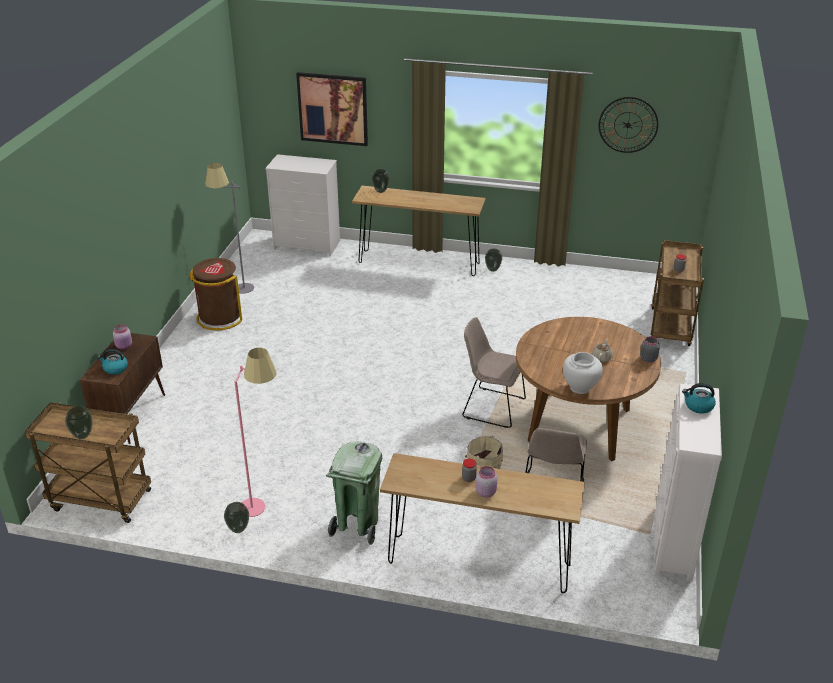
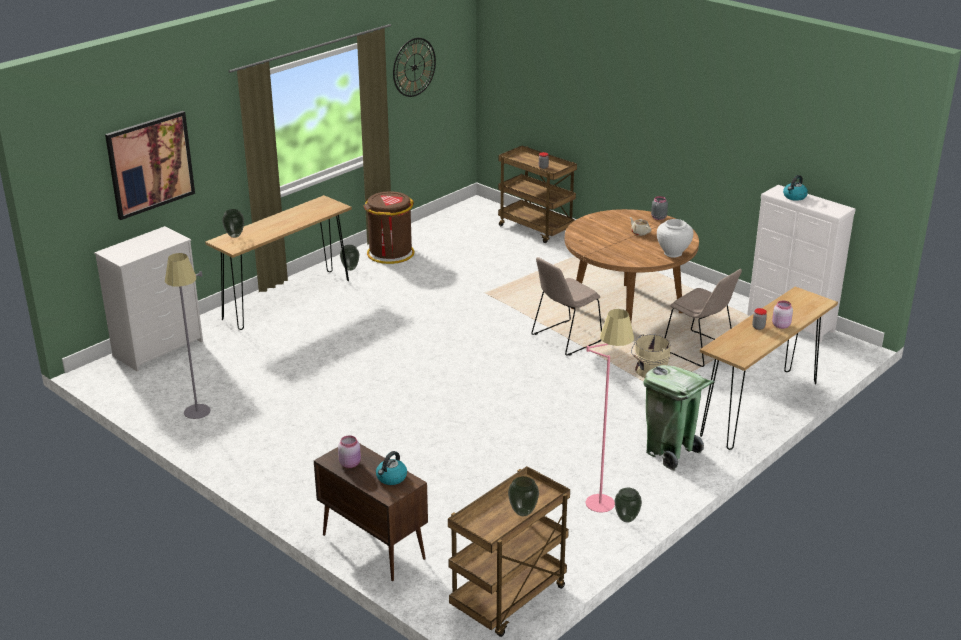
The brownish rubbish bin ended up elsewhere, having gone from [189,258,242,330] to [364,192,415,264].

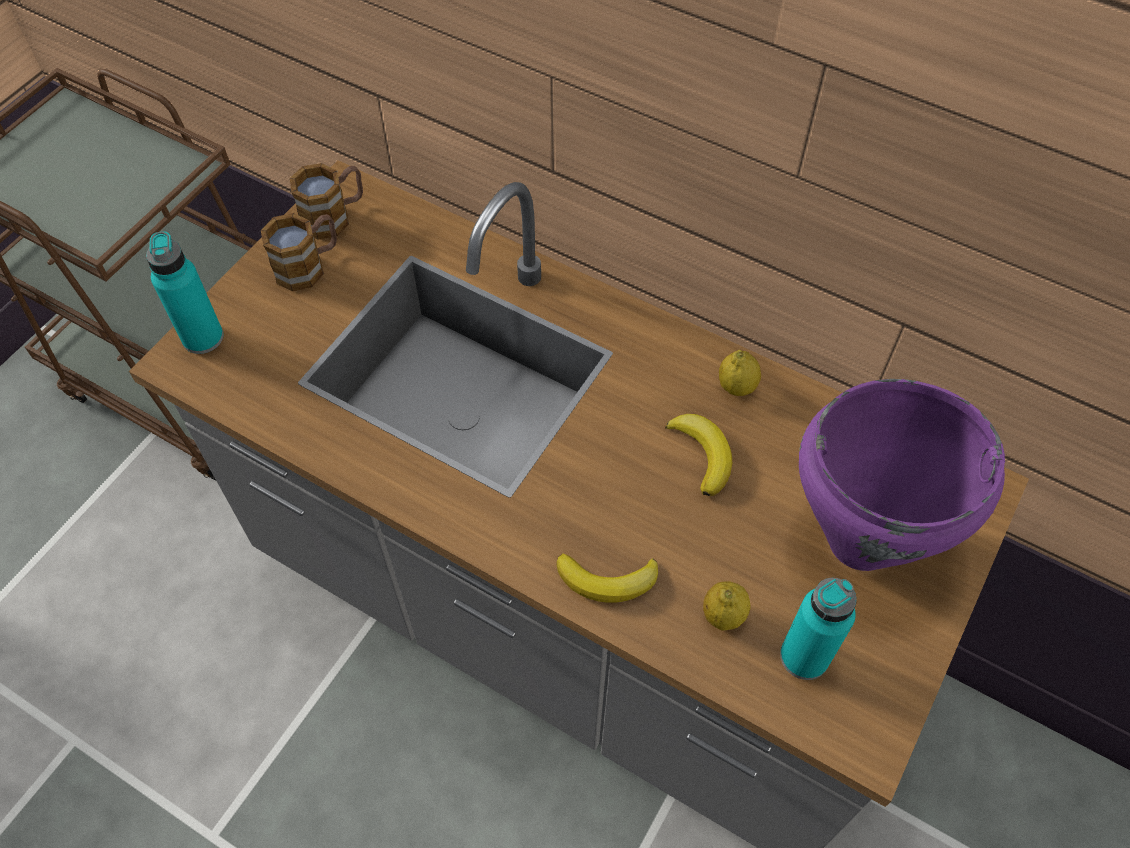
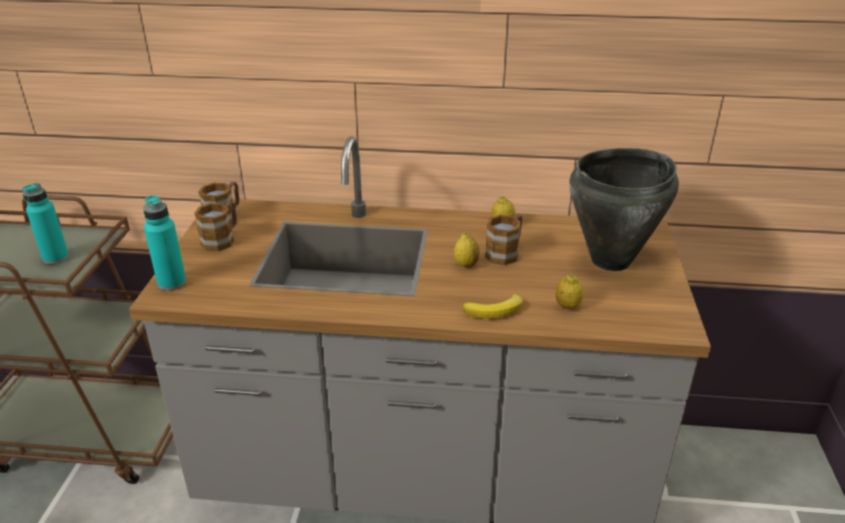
The turquoise-coloured drink bottle ended up elsewhere, having gone from [780,578,857,680] to [22,183,69,264]. The second view gained the whole lemon at [454,232,480,268]. Where the banana stood at [665,414,732,496], the tea mug came to stand at [485,215,522,265]. What was the purplish stockpot at [799,379,1005,571] turned into the black stockpot at [569,148,679,271].

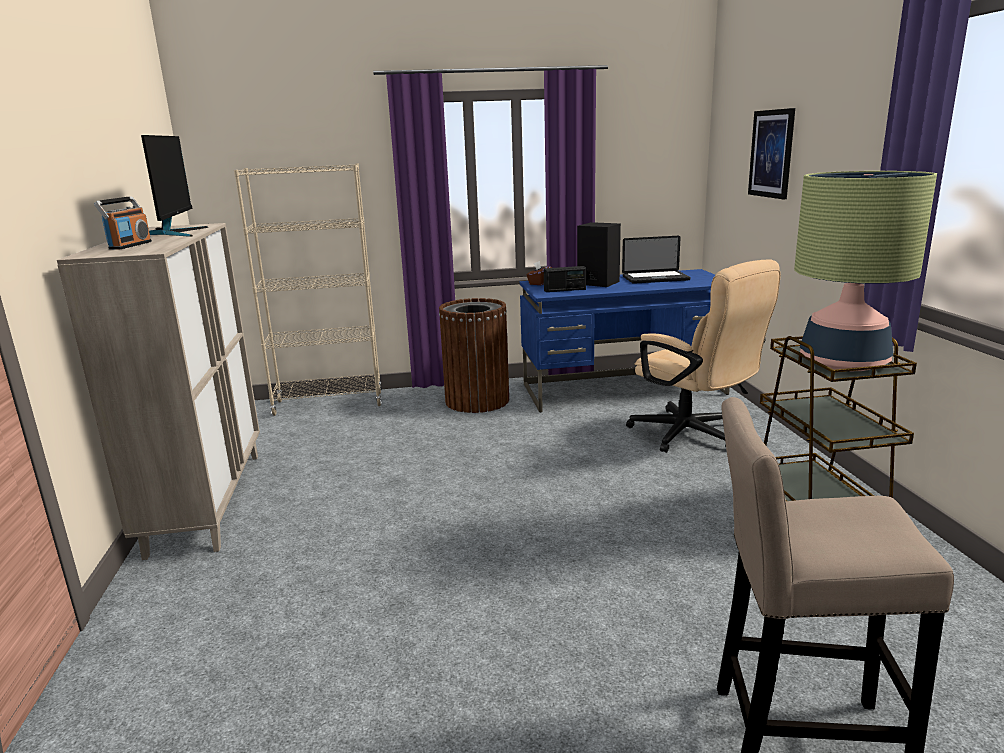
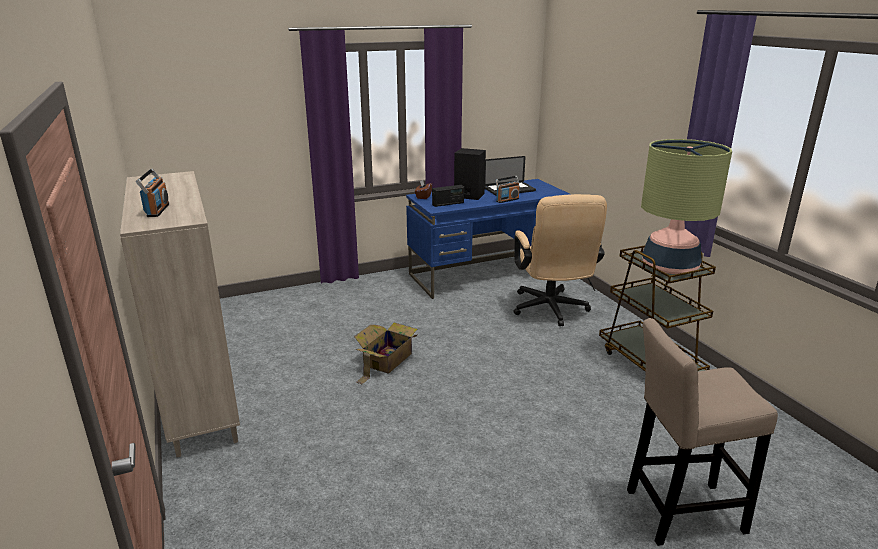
The second view gained the carton at [354,322,417,384]. The second view gained the radio set at [495,176,520,203]. The beige computer chair at [626,259,781,453] ended up facing another way, 45 degrees clockwise from before. The second view lost the computer display at [141,135,209,237]. The second view lost the beige bookcase at [234,163,382,416]. The second view lost the brownish rubbish bin at [439,298,509,413]. The second view lost the wall art at [748,108,795,199].

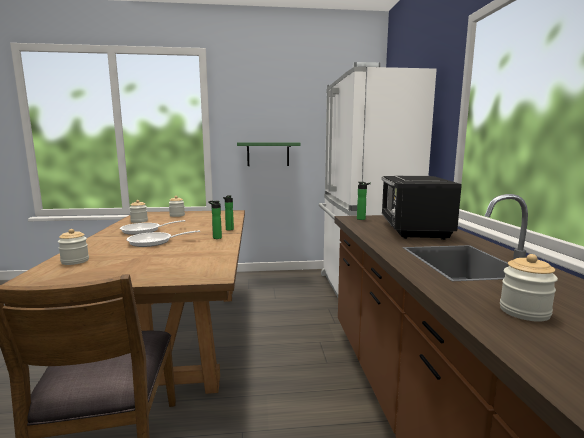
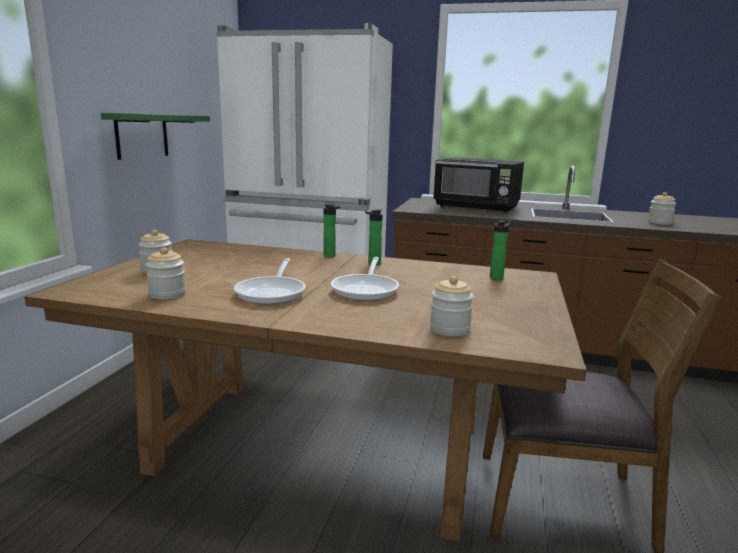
The drink bottle ended up elsewhere, having gone from [357,182,371,220] to [490,220,510,280].

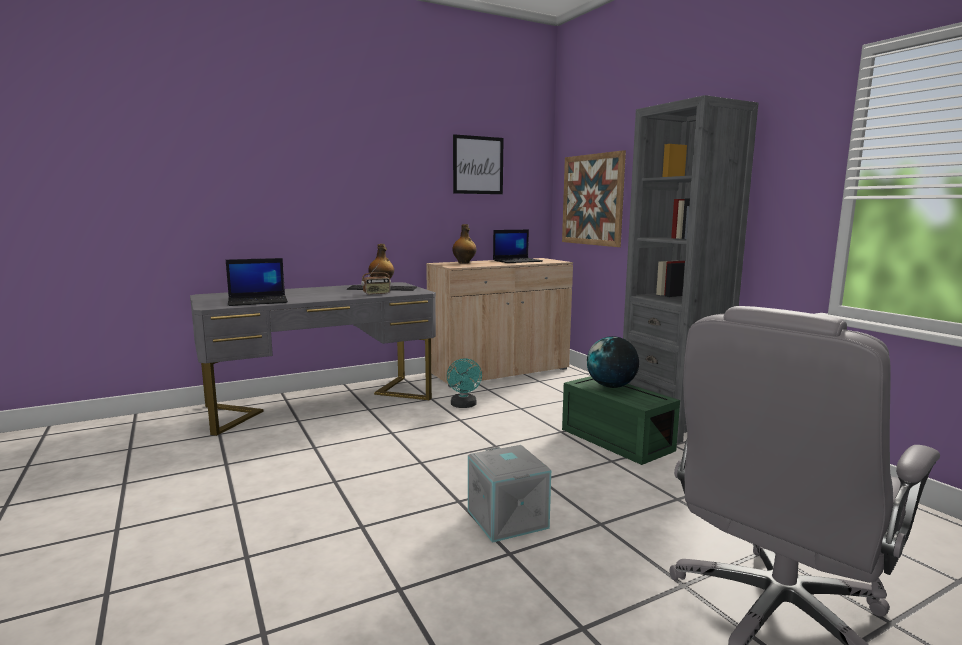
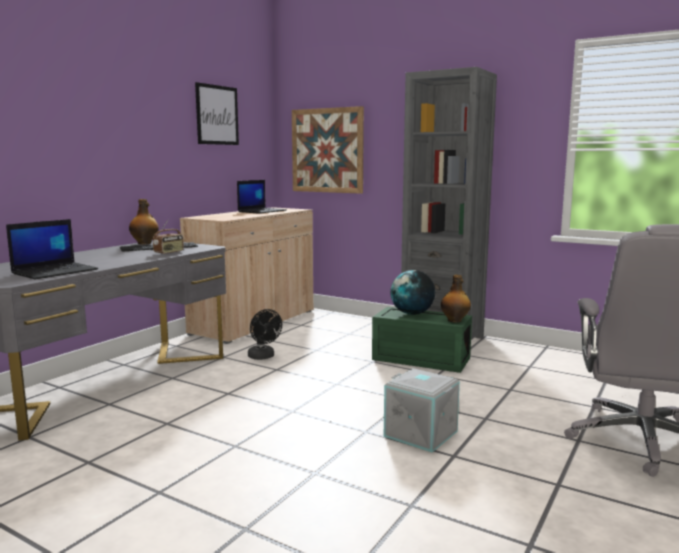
What was the turquoise-coloured electric fan at [447,358,482,408] turned into the black electric fan at [248,309,282,360]. The drink bottle ended up elsewhere, having gone from [452,224,476,264] to [441,275,471,323].

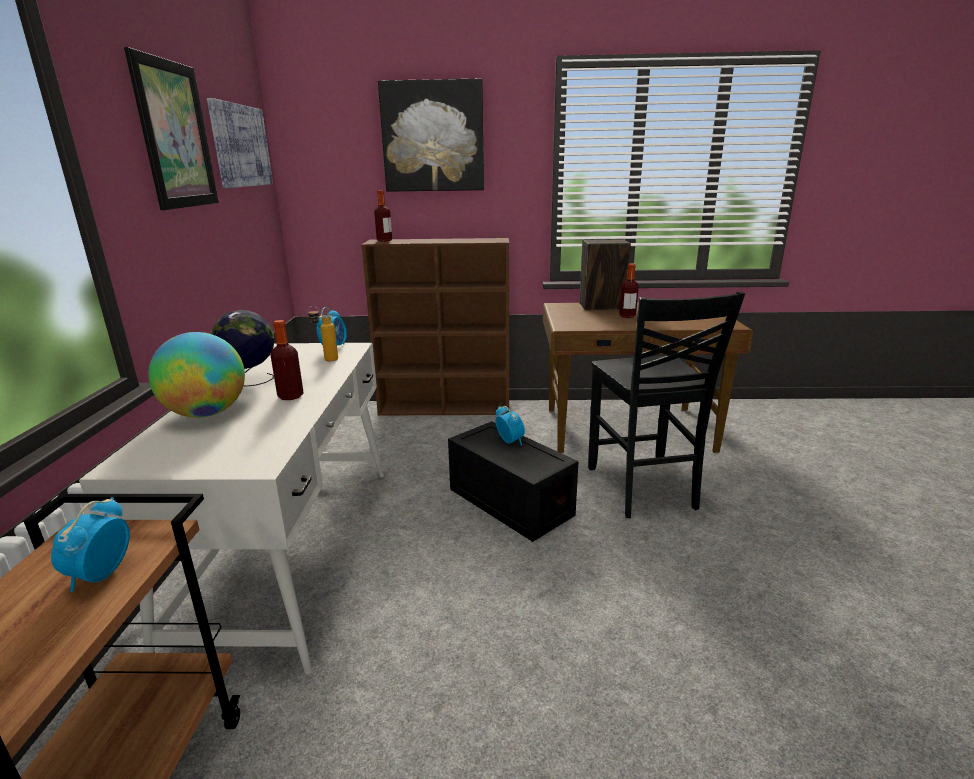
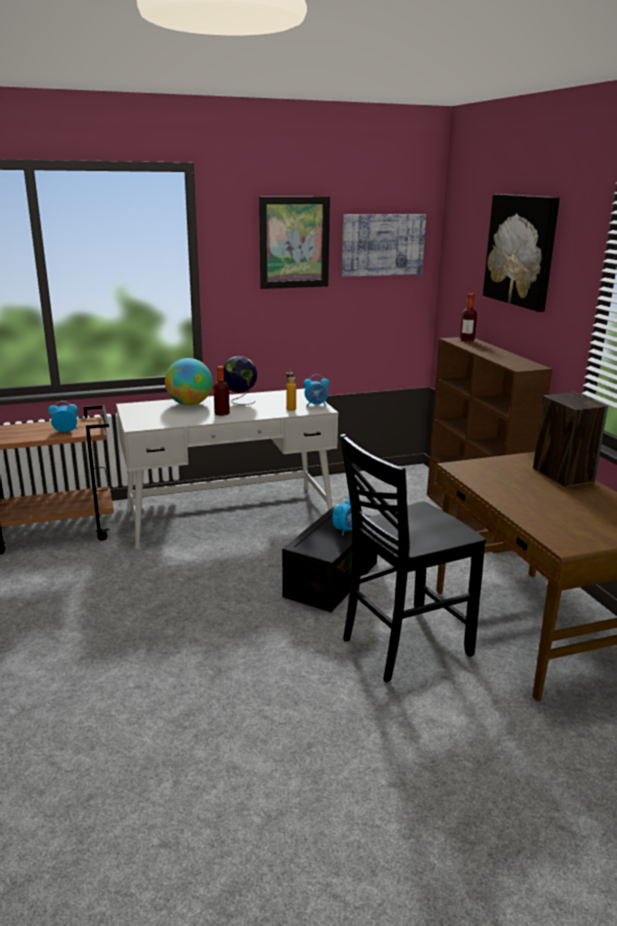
The second view lost the drink bottle at [619,263,639,318].

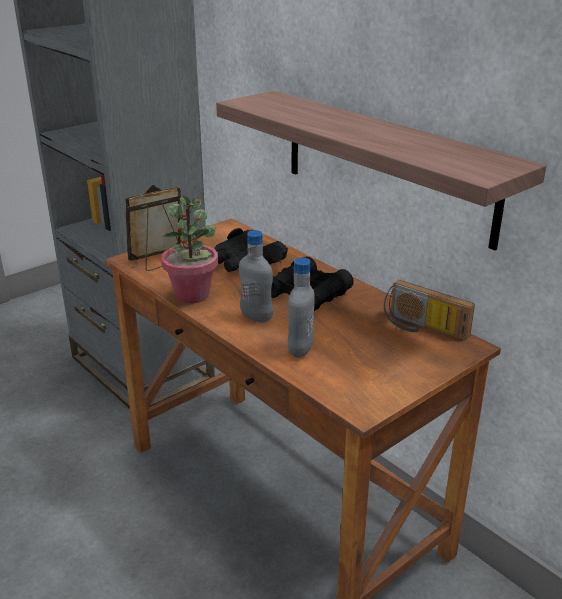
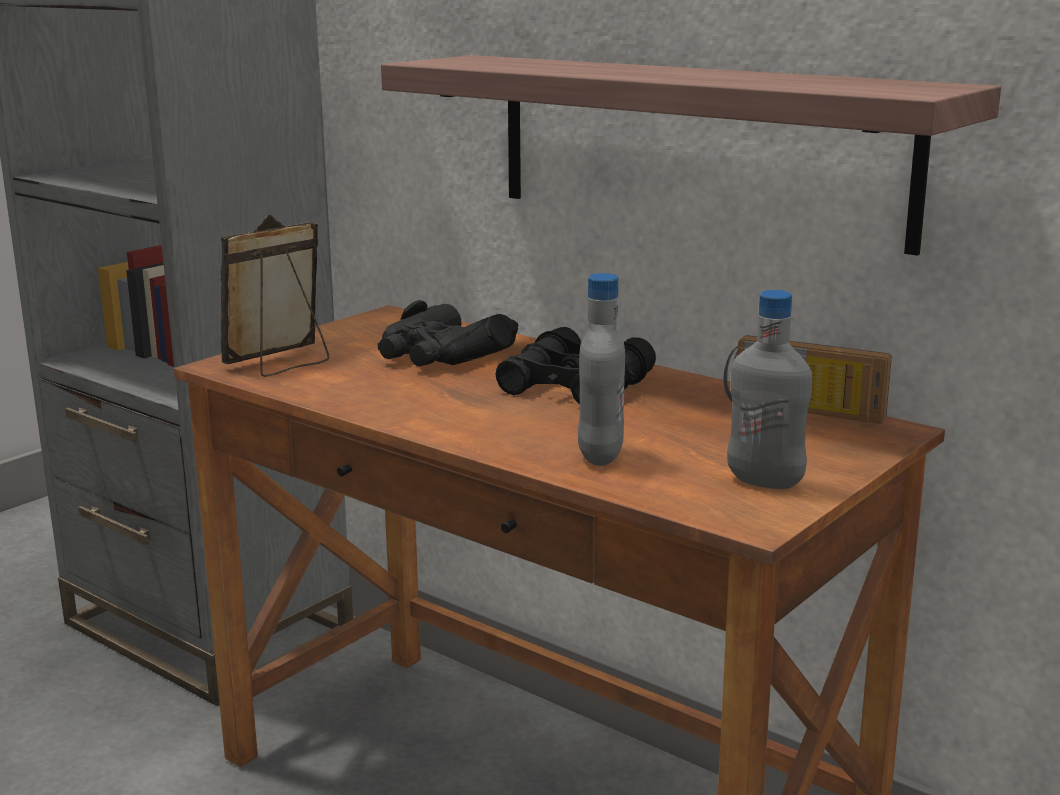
The gray drink bottle ended up elsewhere, having gone from [239,230,273,322] to [727,290,812,489]. The second view lost the plant in a pot at [161,195,218,304].

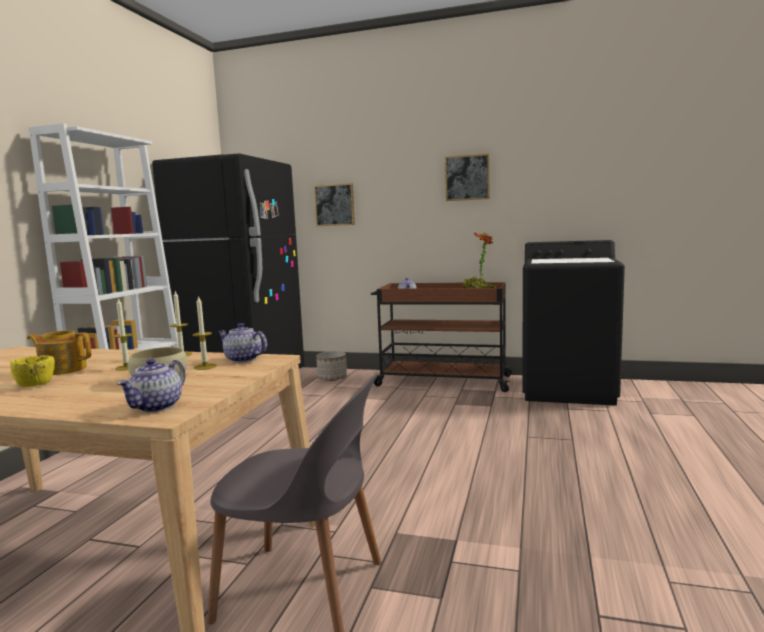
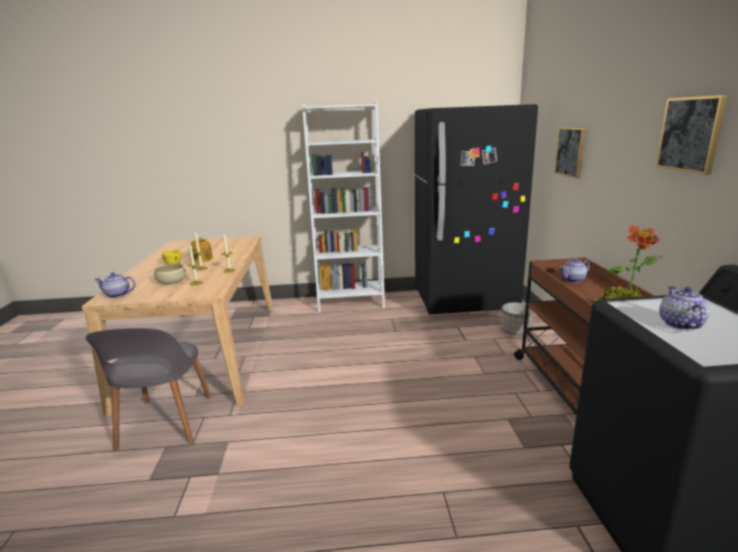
The tea pot ended up elsewhere, having gone from [218,323,267,363] to [659,286,710,330].

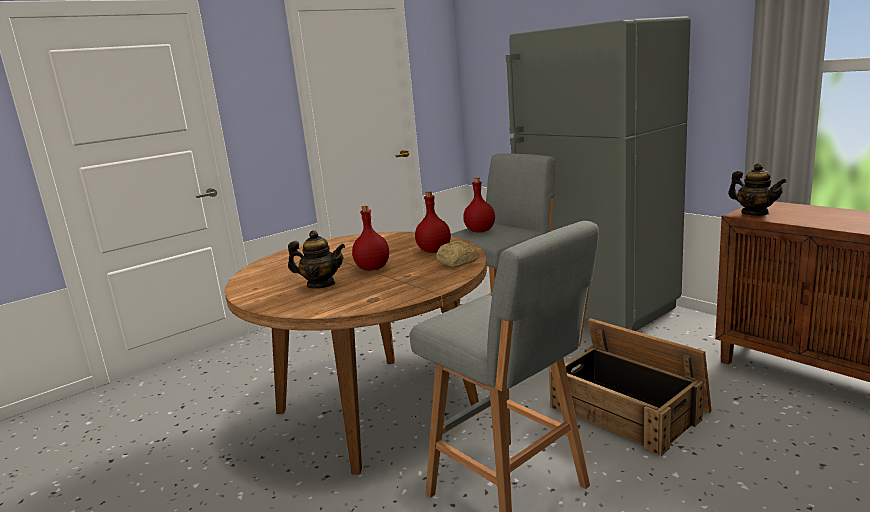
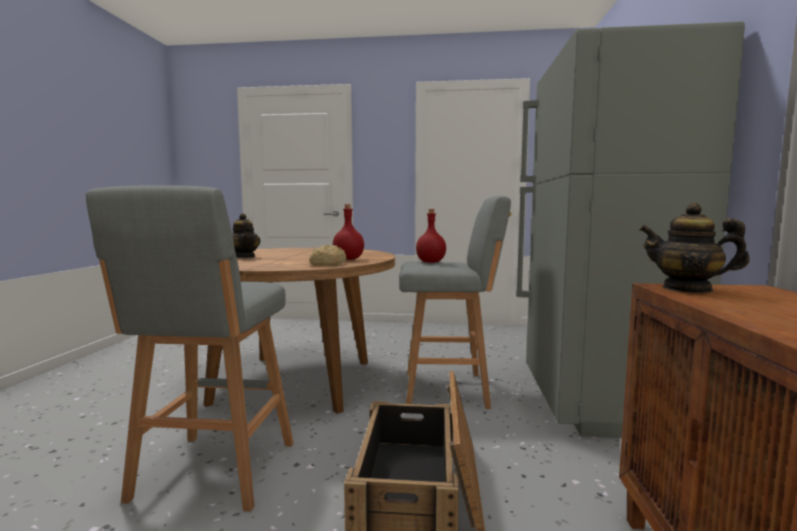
The tea pot at [728,163,787,216] ended up facing another way, 105 degrees clockwise from before. The second view lost the red-coloured drink bottle at [352,205,389,271].

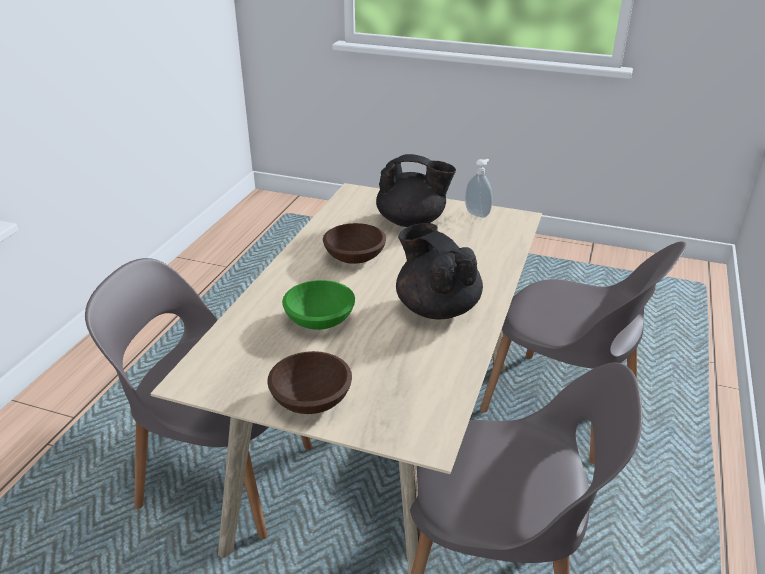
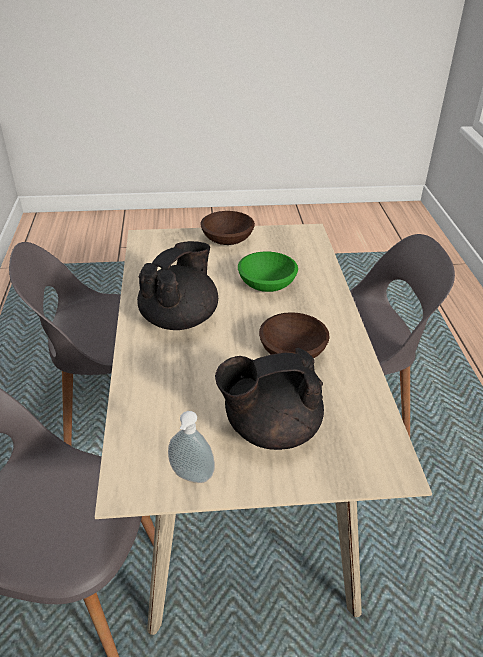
The black tea pot at [396,223,483,319] ended up facing another way, 90 degrees counterclockwise from before.

